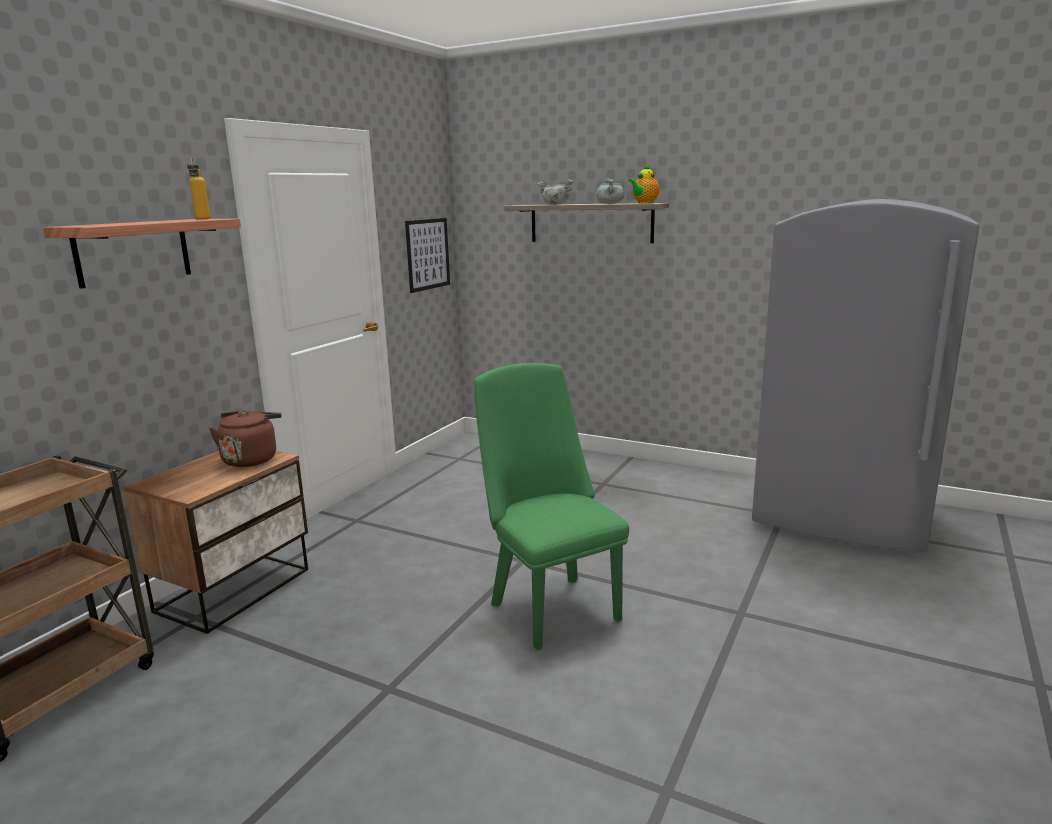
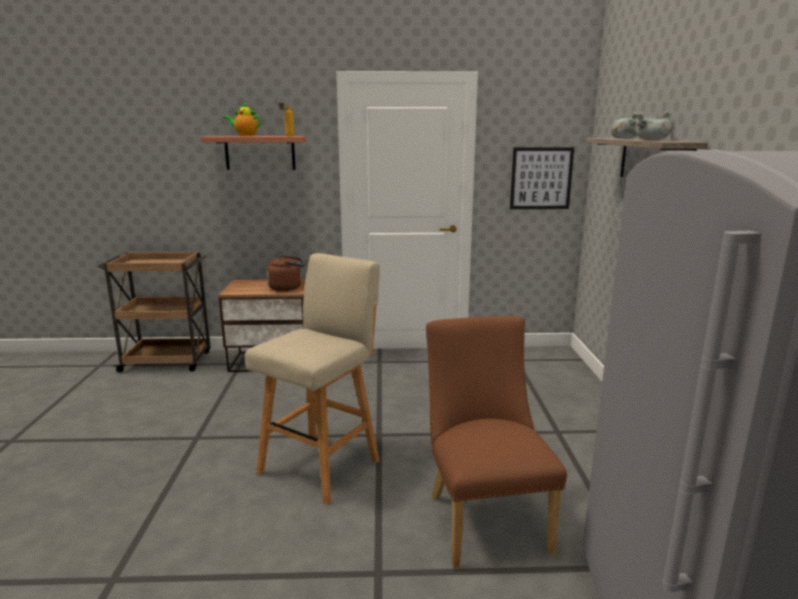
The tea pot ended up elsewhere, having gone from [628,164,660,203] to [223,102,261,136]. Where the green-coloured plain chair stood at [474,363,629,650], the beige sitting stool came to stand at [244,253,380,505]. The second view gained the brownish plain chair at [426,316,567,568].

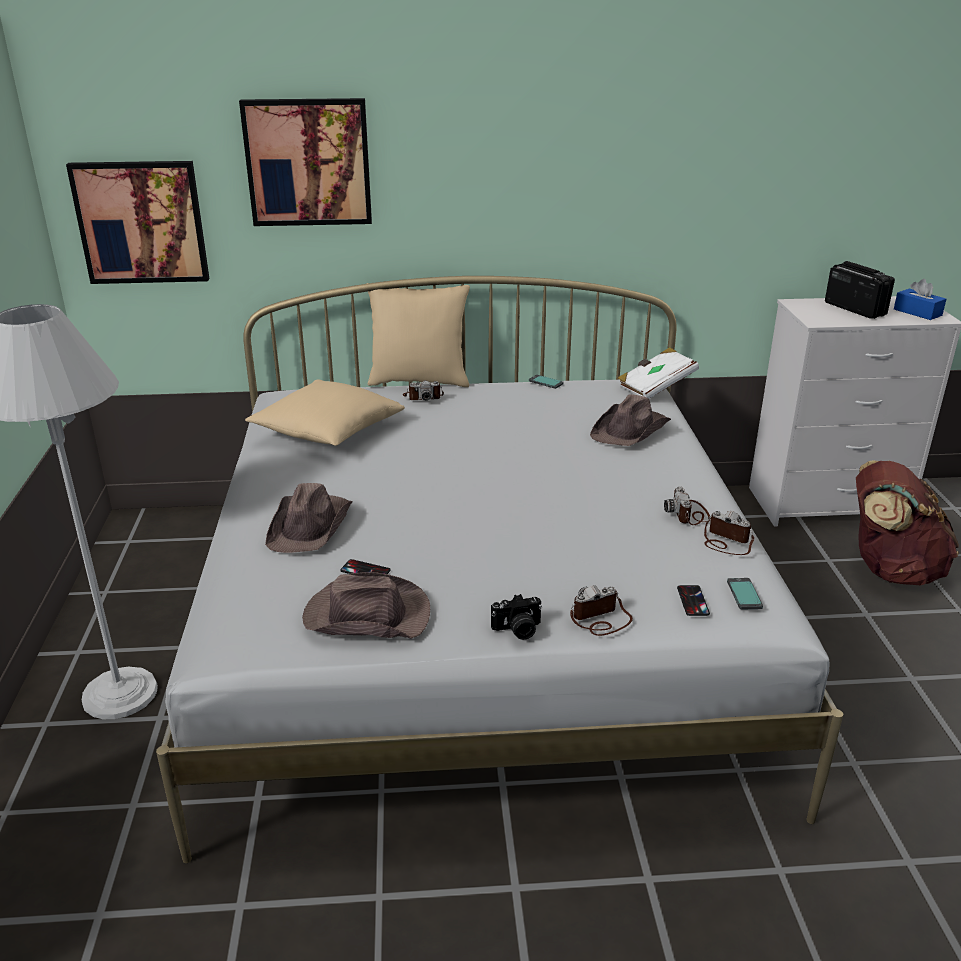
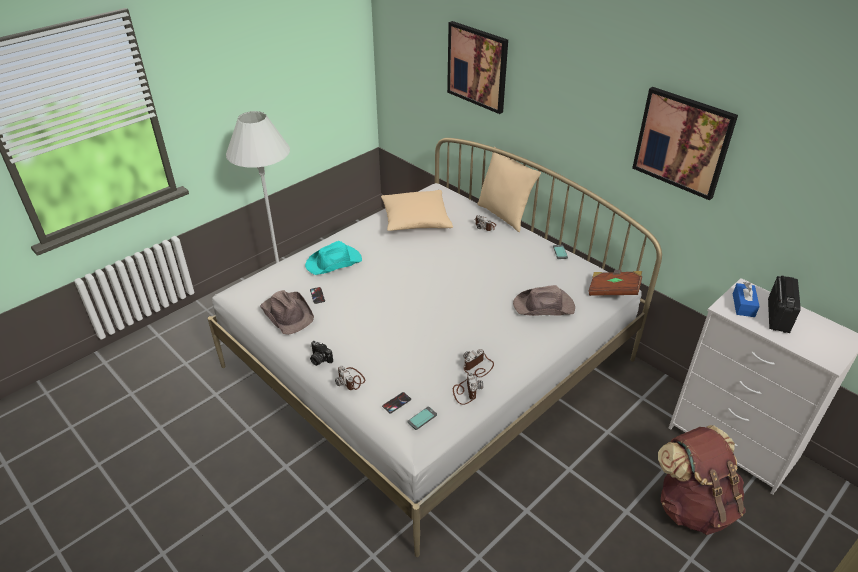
What was the brownish hat at [265,483,353,553] turned into the turquoise-coloured hat at [305,241,362,275]. The still camera at [570,585,633,636] ended up facing another way, 150 degrees counterclockwise from before. What was the white-coloured book at [618,347,699,399] turned into the brownish book at [589,270,642,296]. The wall art ended up elsewhere, having gone from [66,161,209,284] to [632,87,738,200]. The blue tissue holder ended up elsewhere, having gone from [894,279,946,320] to [733,282,760,317].

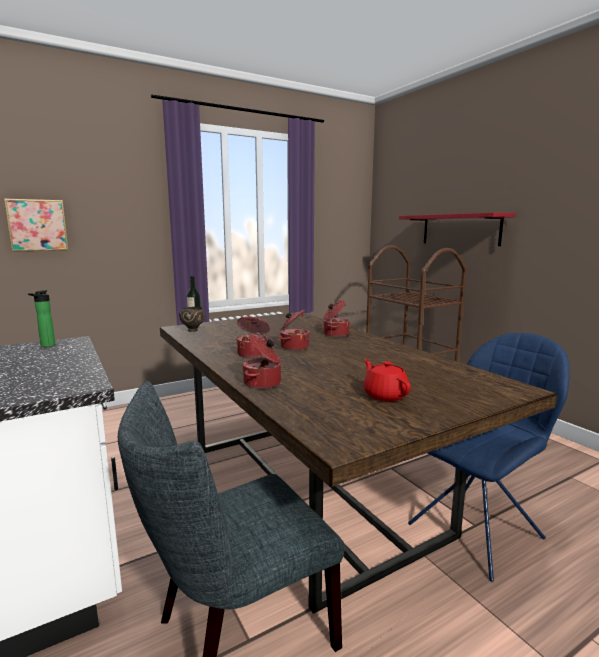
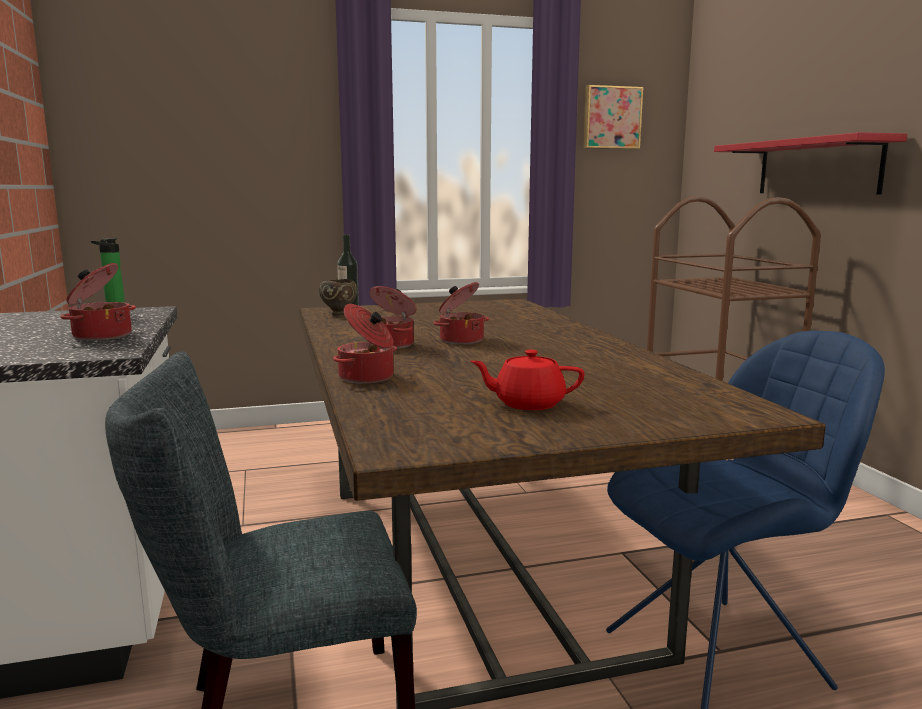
The stockpot ended up elsewhere, having gone from [323,300,350,337] to [60,263,136,341]. The red-coloured tea pot at [363,359,411,402] ended up facing another way, 75 degrees counterclockwise from before. The wall art ended up elsewhere, having gone from [4,199,69,252] to [583,85,643,149].

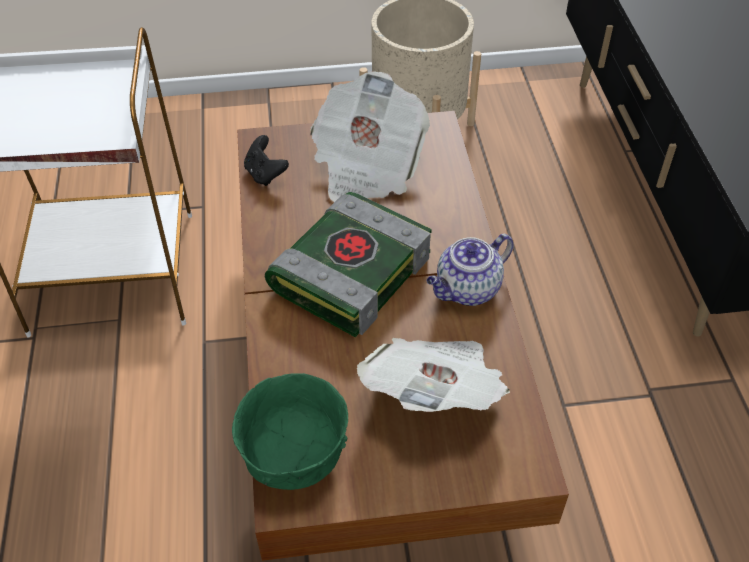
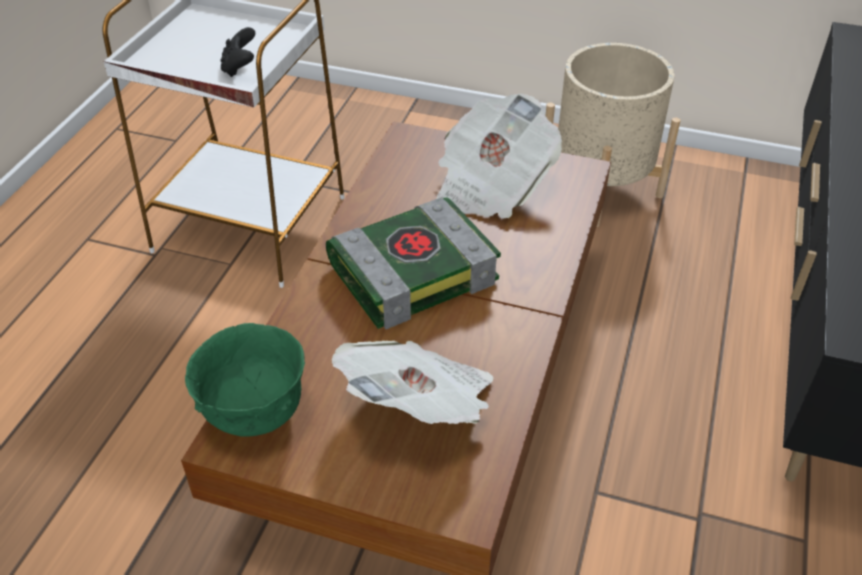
The black game controller ended up elsewhere, having gone from [244,135,289,186] to [220,27,255,77]. The second view lost the tea pot at [427,234,513,306].

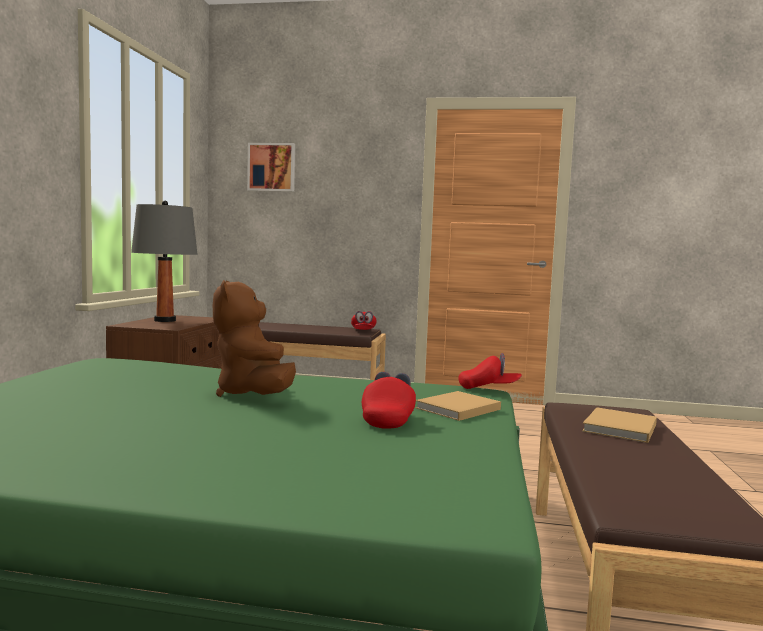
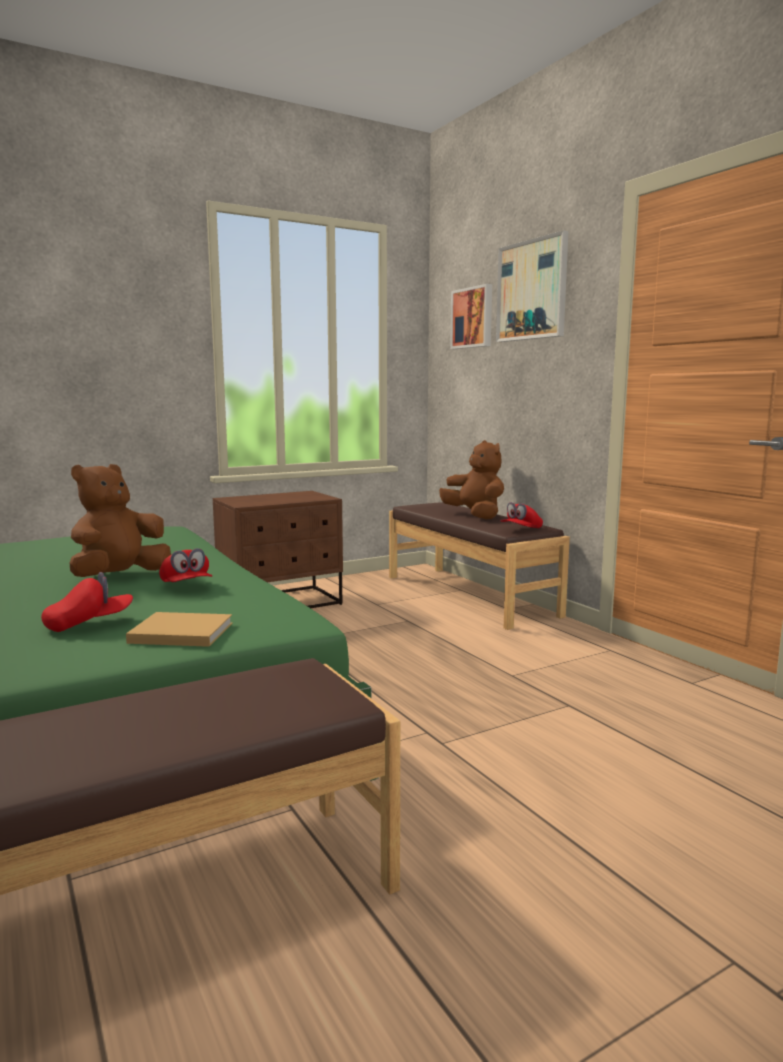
The red-coloured baseball cap ended up elsewhere, having gone from [459,353,522,389] to [159,548,212,582]. The second view gained the brownish plush toy at [439,440,504,519]. The second view gained the wall art at [496,230,569,342]. The second view lost the gray table lamp at [131,201,198,322]. The second view lost the beige book at [582,407,657,443].

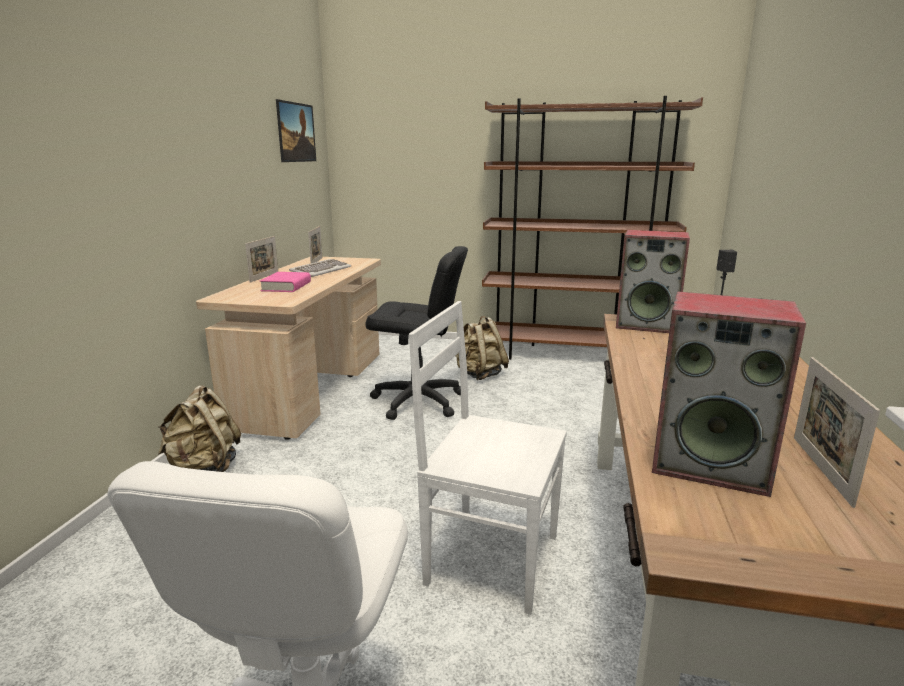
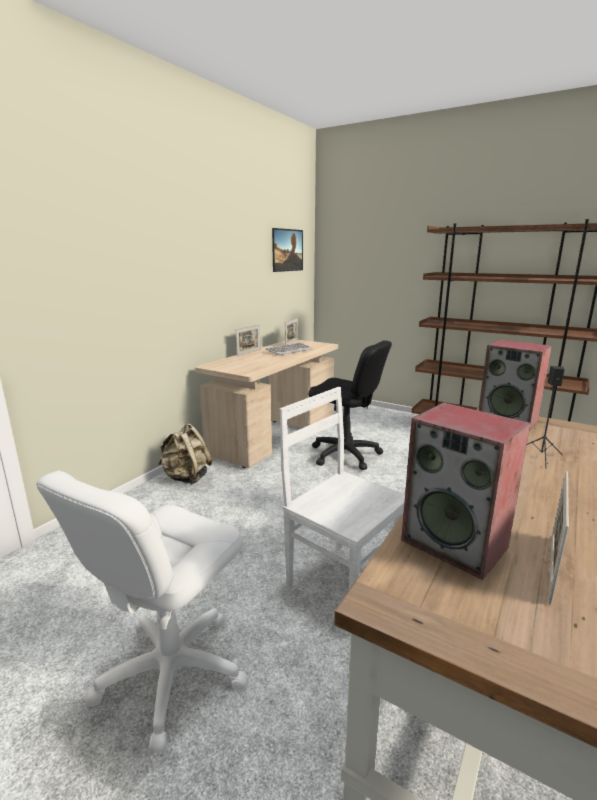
The second view lost the pink book at [260,272,311,292]. The second view lost the beige rucksack at [456,316,509,380].

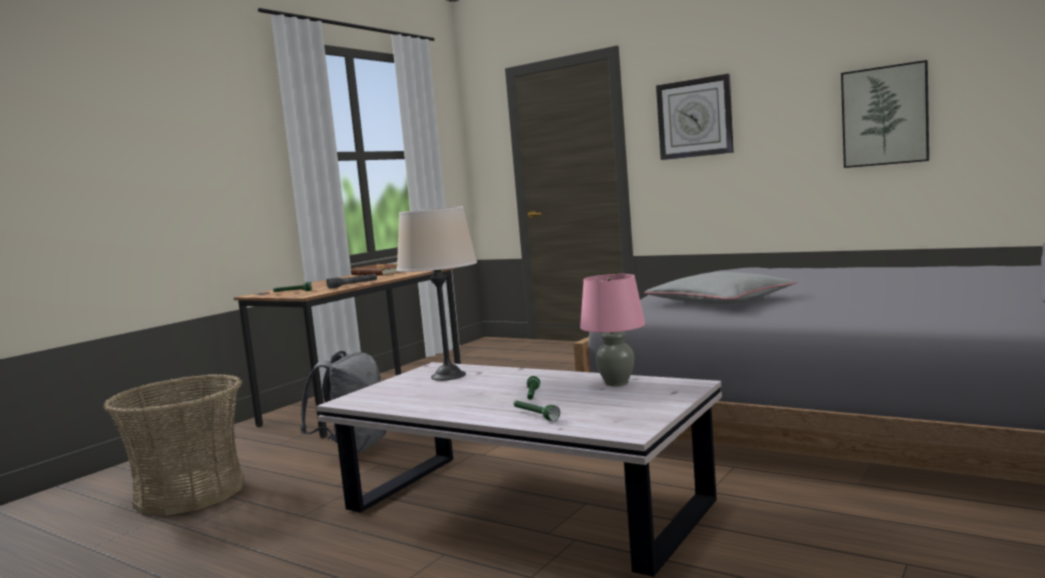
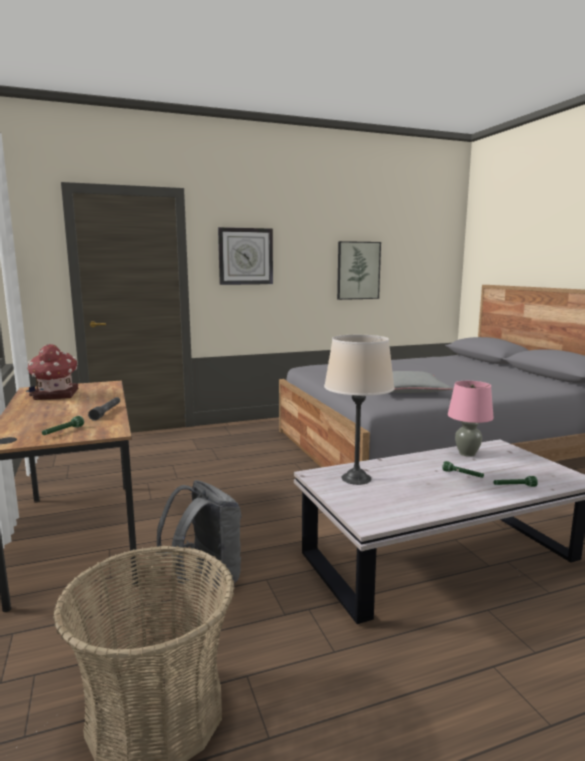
Where the brownish book stood at [351,264,401,276], the model house came to stand at [28,344,78,400].

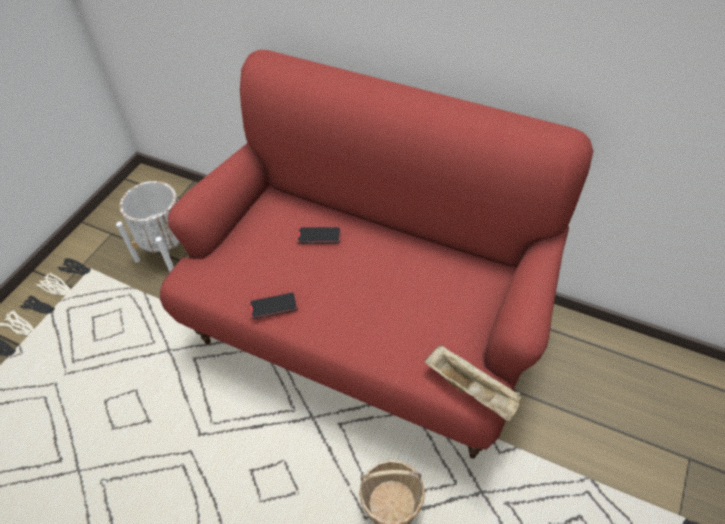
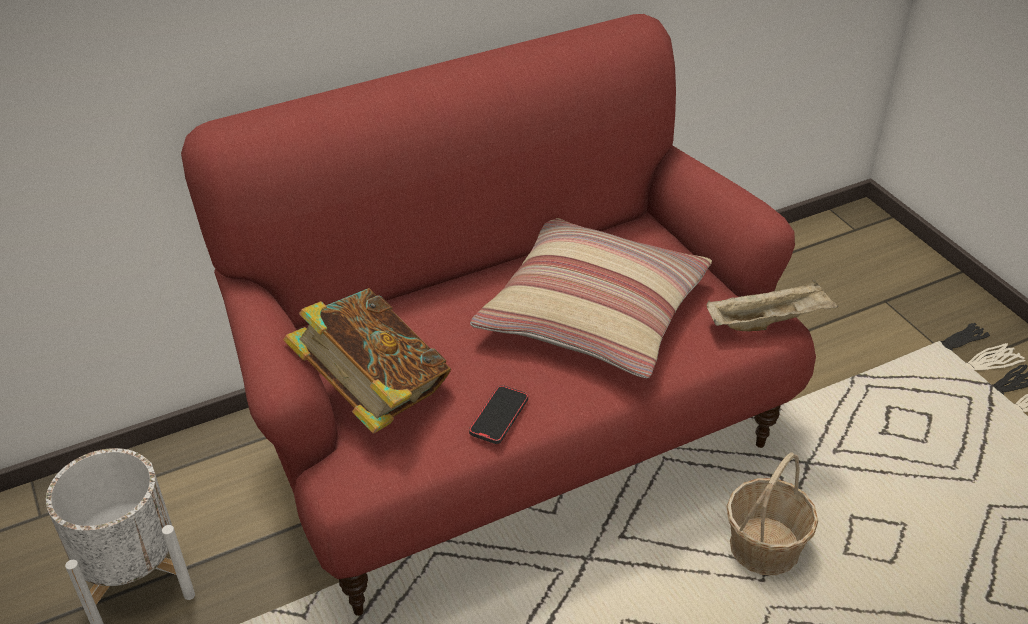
The second view gained the book at [283,288,451,434]. The second view gained the cushion at [470,218,712,378]. The second view lost the phone at [297,226,341,244].

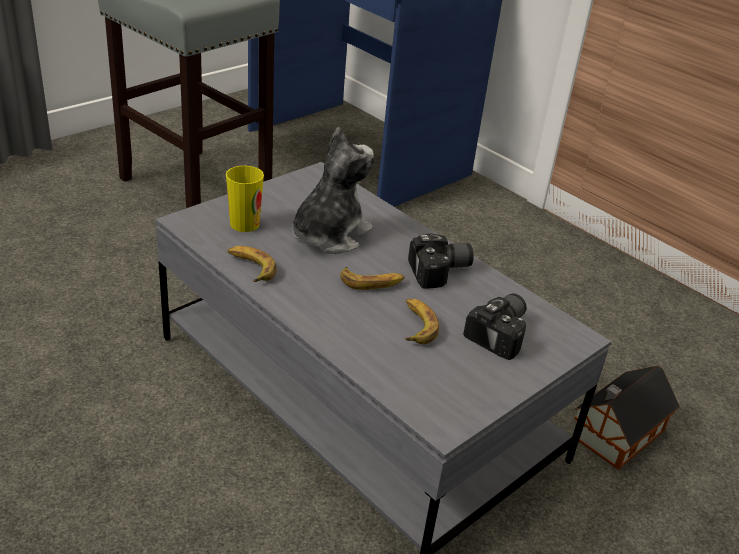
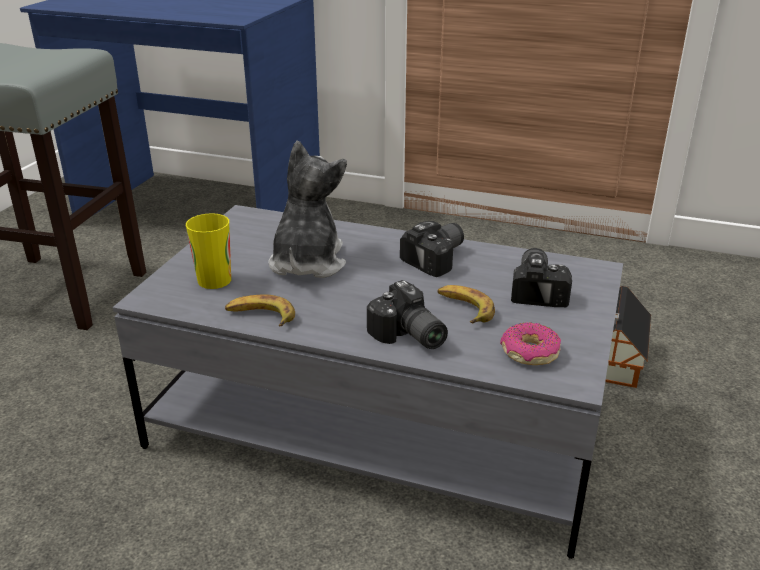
The second view gained the still camera at [367,280,448,349]. The second view gained the donut at [500,322,561,365]. The second view lost the banana at [340,267,405,290].

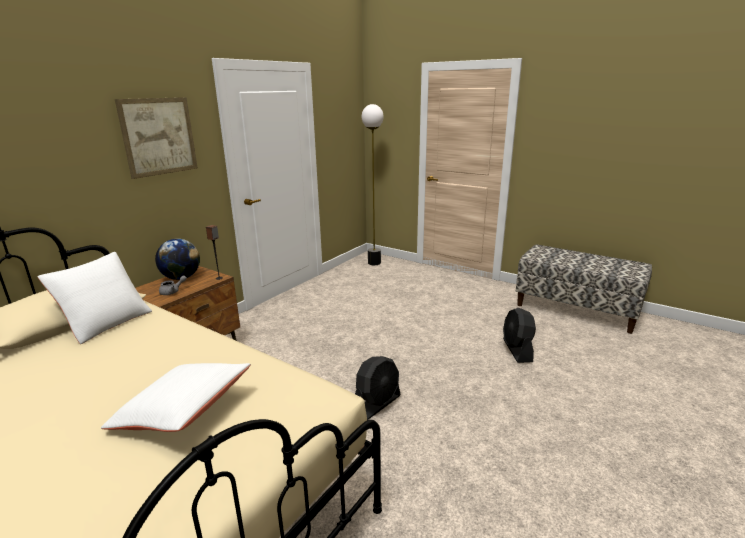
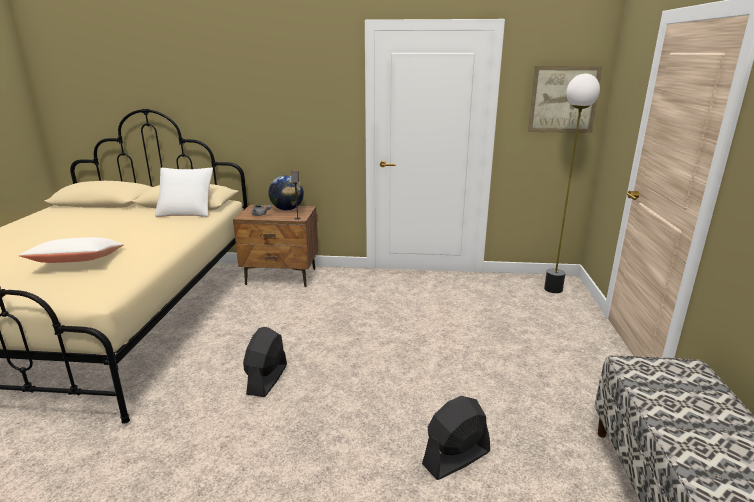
The black electric fan at [355,356,400,420] ended up facing another way, 90 degrees clockwise from before. The wall art ended up elsewhere, having gone from [115,97,198,179] to [528,66,602,133].

